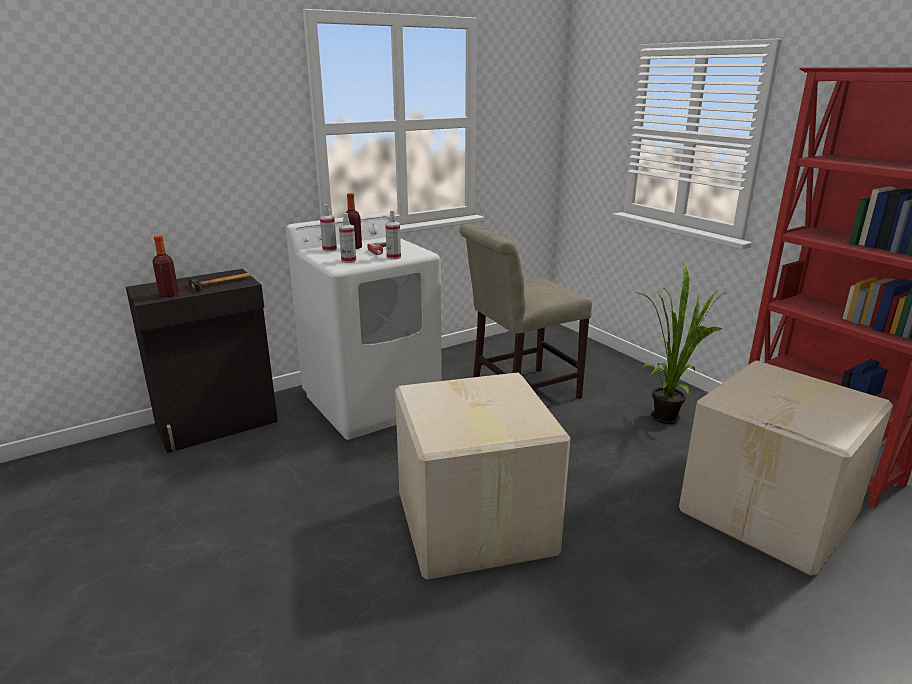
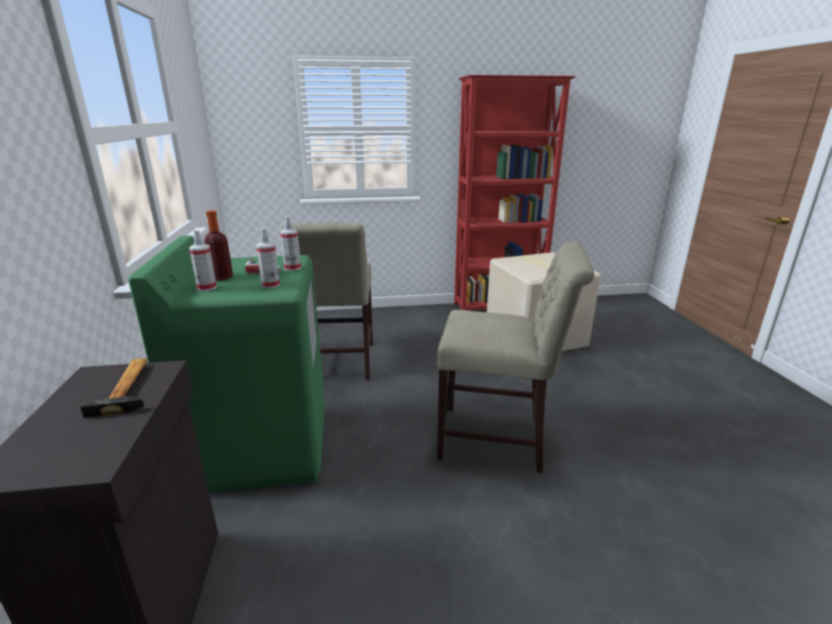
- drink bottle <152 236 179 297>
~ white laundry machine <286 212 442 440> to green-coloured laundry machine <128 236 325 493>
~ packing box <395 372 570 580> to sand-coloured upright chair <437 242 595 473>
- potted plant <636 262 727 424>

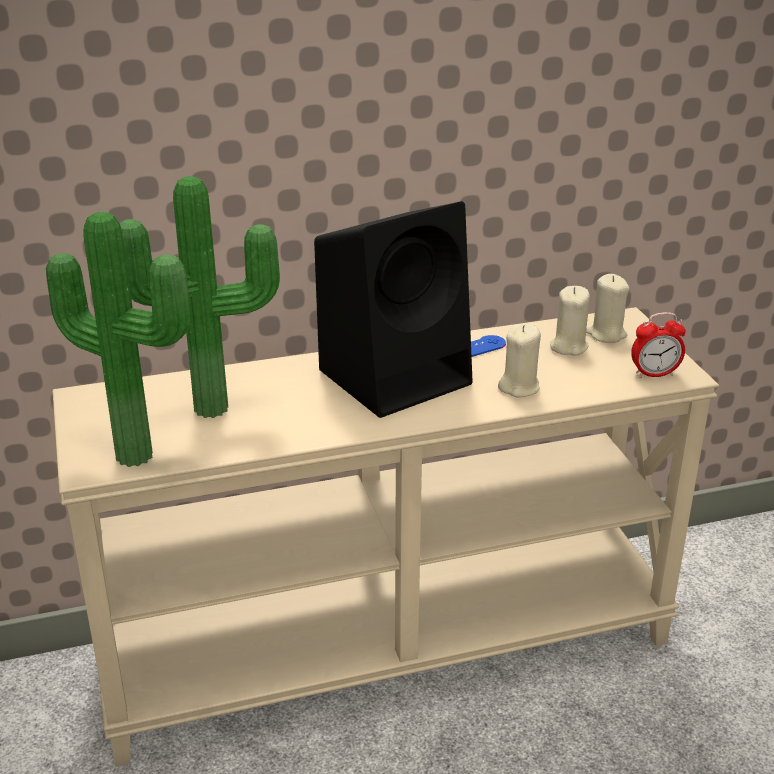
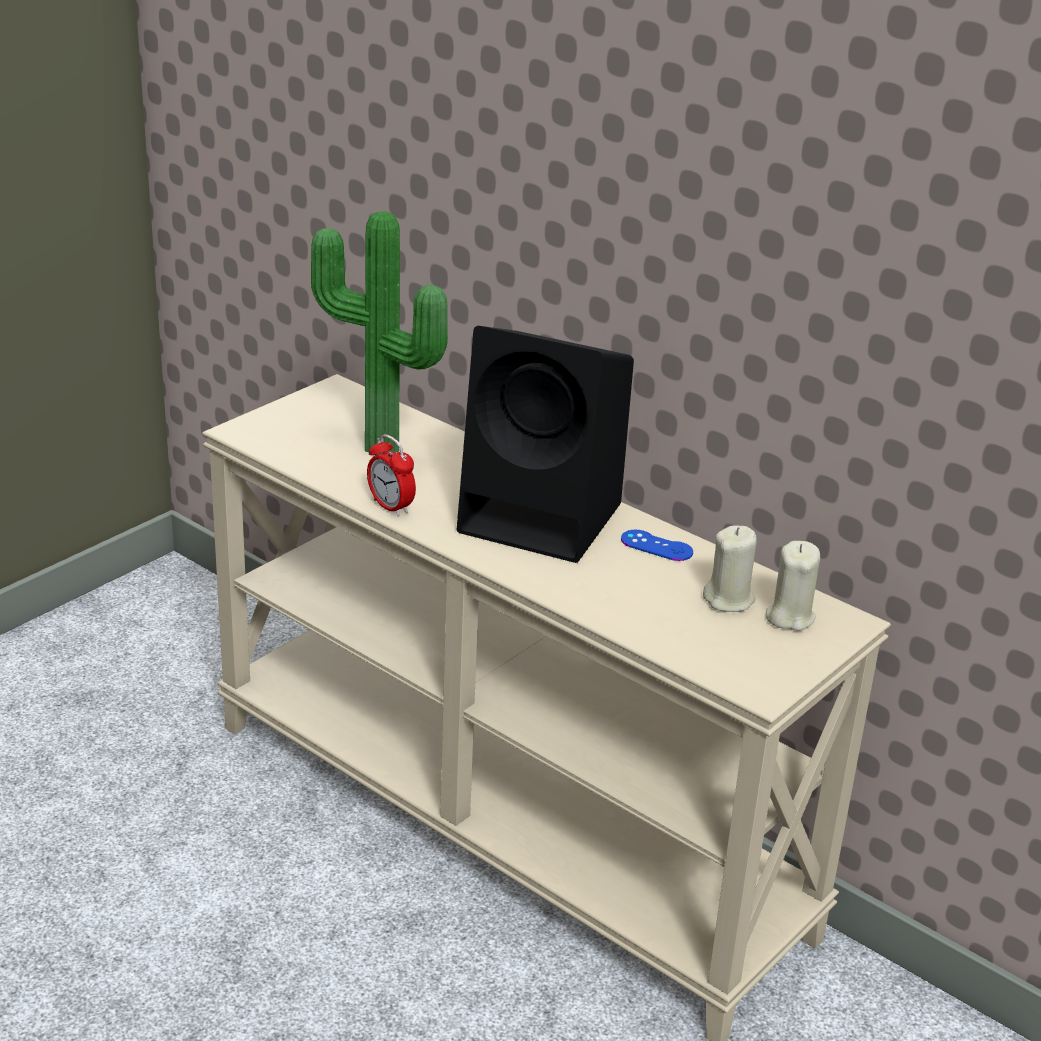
- potted plant <46 212 191 467>
- sand-coloured candle <498 323 541 397>
~ table clock <631 312 686 378> to <367 434 416 517>

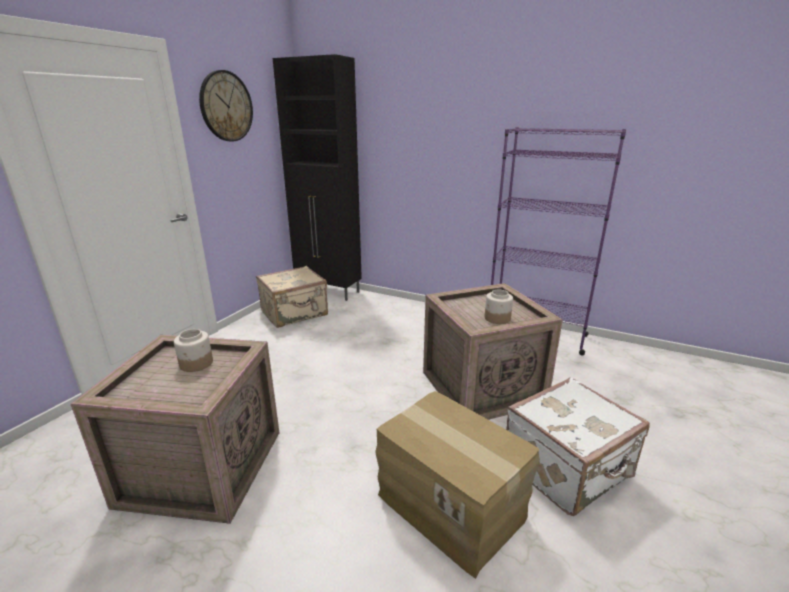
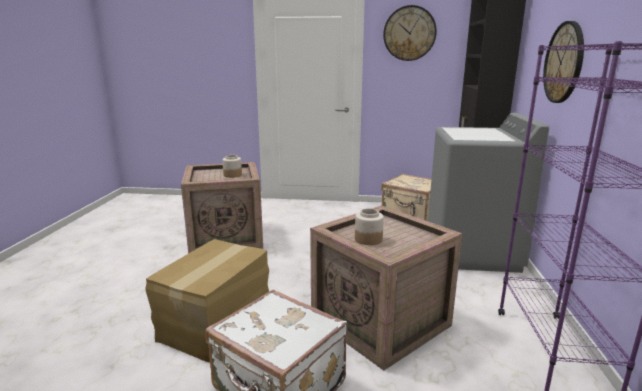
+ grey laundry machine <428 113 549 273>
+ clock on the wall <543 21 584 103>

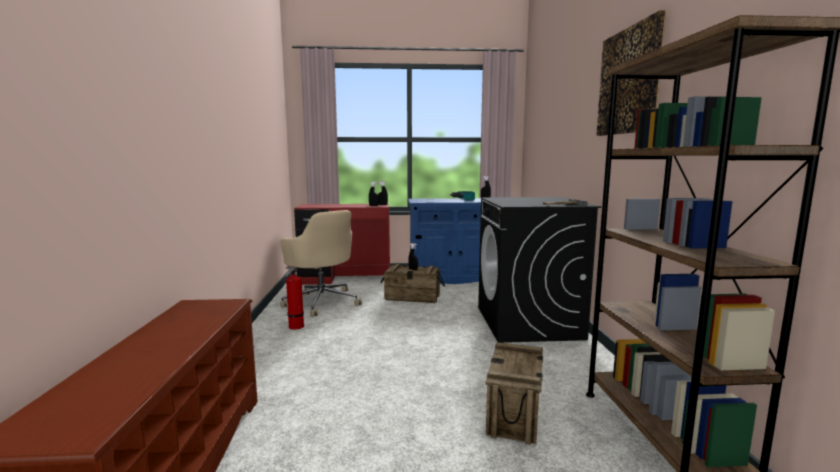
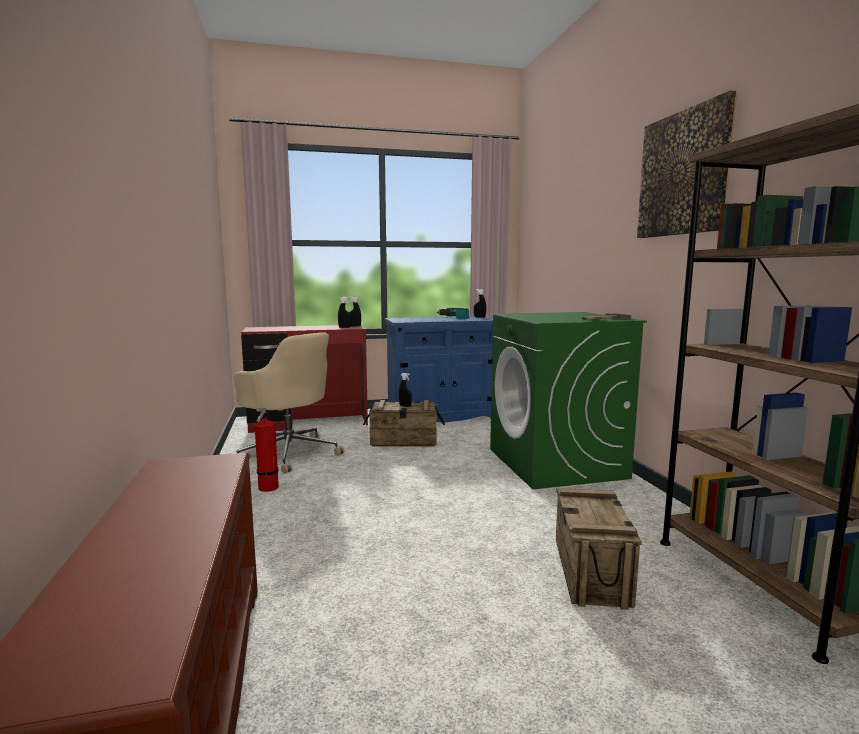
~ blackish laundry machine <478 197 601 343> to green-coloured laundry machine <490 312 647 489>

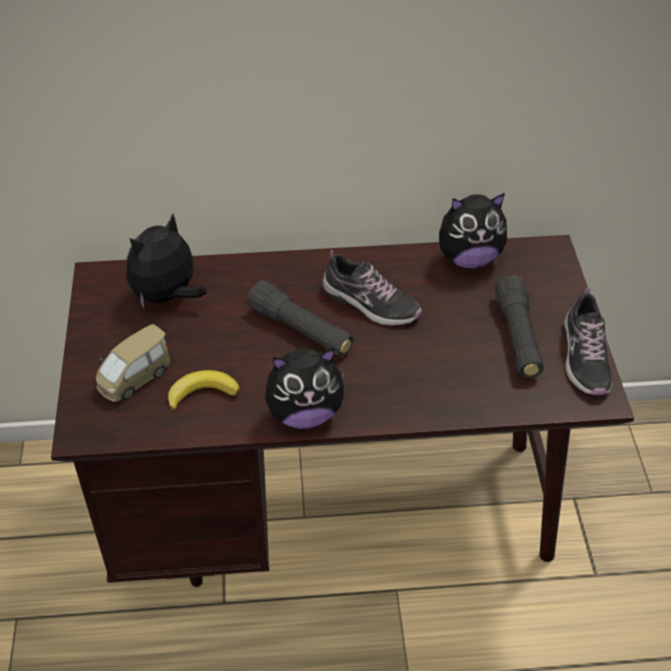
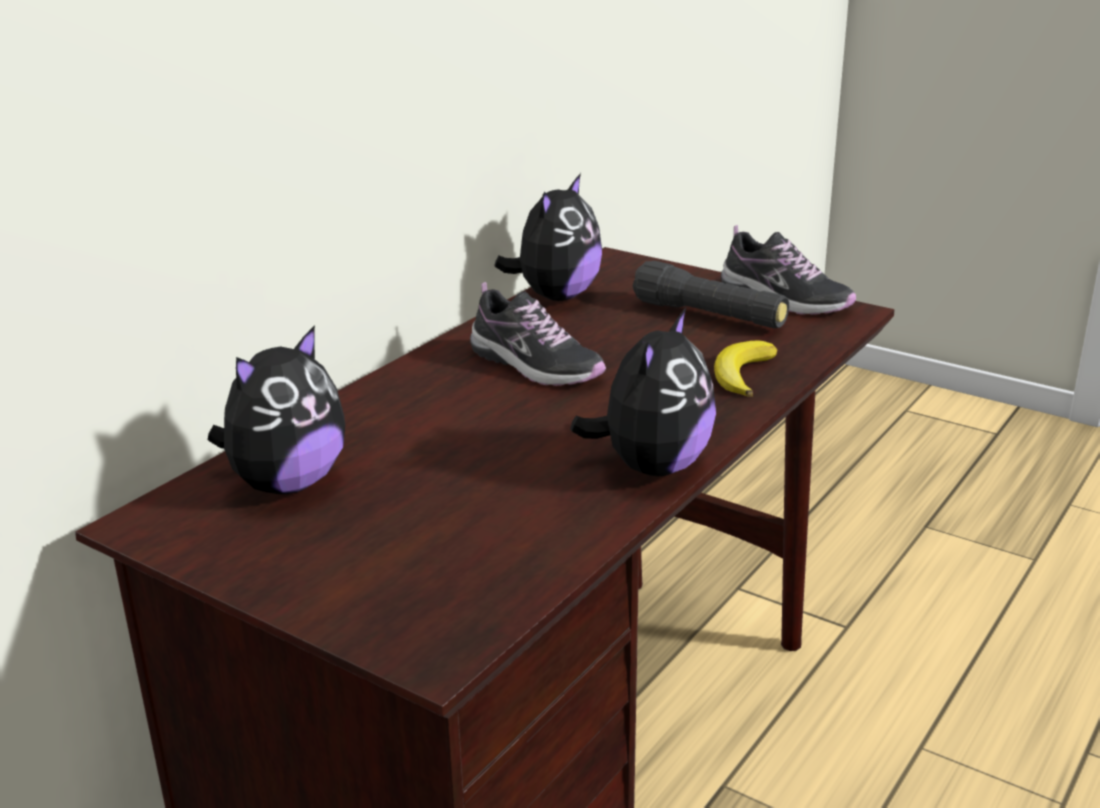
- toy car <96 324 170 402>
~ plush toy <126 214 207 309> = <208 325 345 494> 135 degrees counterclockwise
~ whole banana <168 370 240 411> to <714 341 778 397>
- blackish hand torch <247 280 354 357>
~ shoe <322 250 422 326> = <470 282 606 386> 60 degrees clockwise

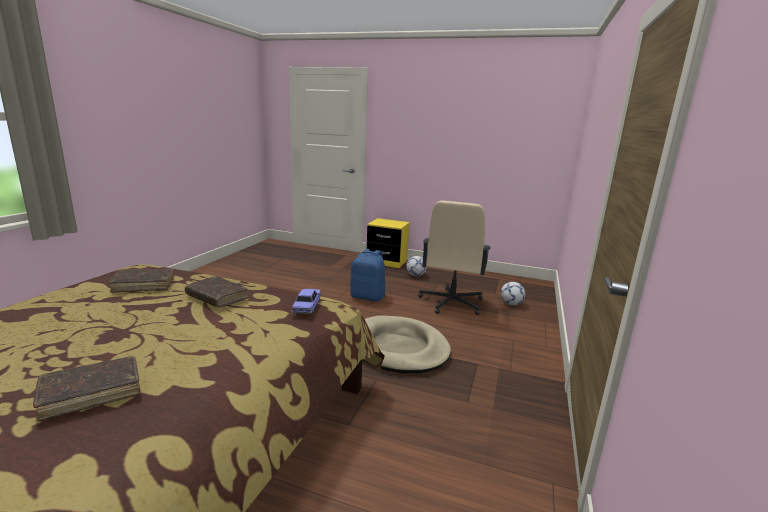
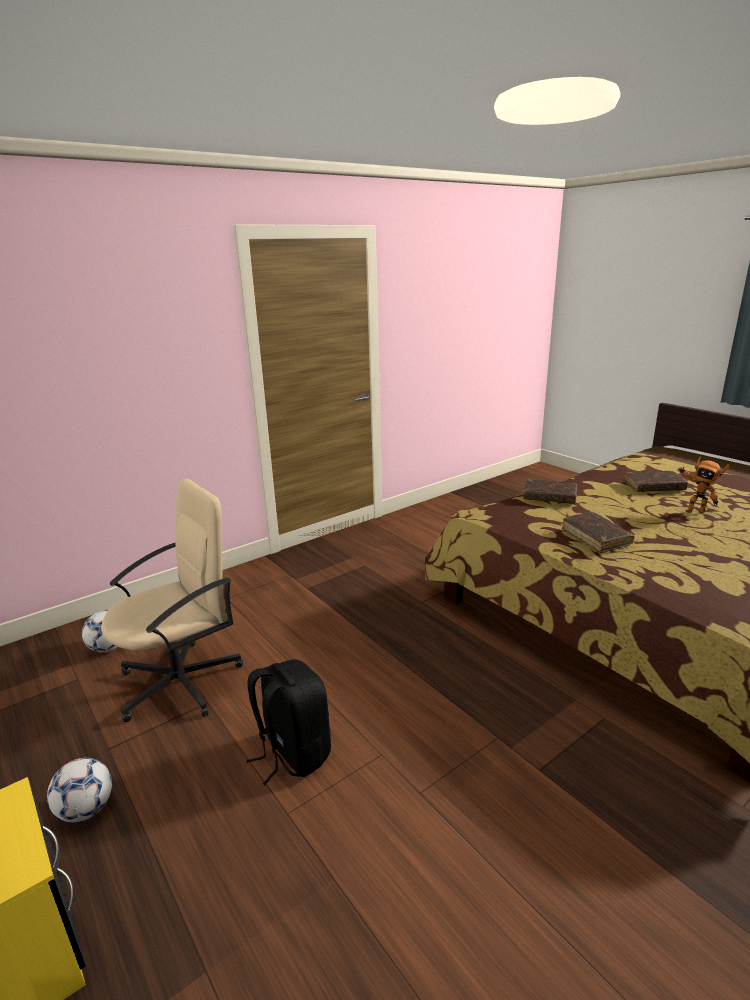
~ brownish book <109 269 174 293> to <523 479 577 503>
- toy car <291 289 321 314>
~ bluish backpack <350 249 385 302> to blackish backpack <246 659 331 785>
- sand-coloured dog cushion <362 316 451 373>
+ robot figure <679 456 730 513>

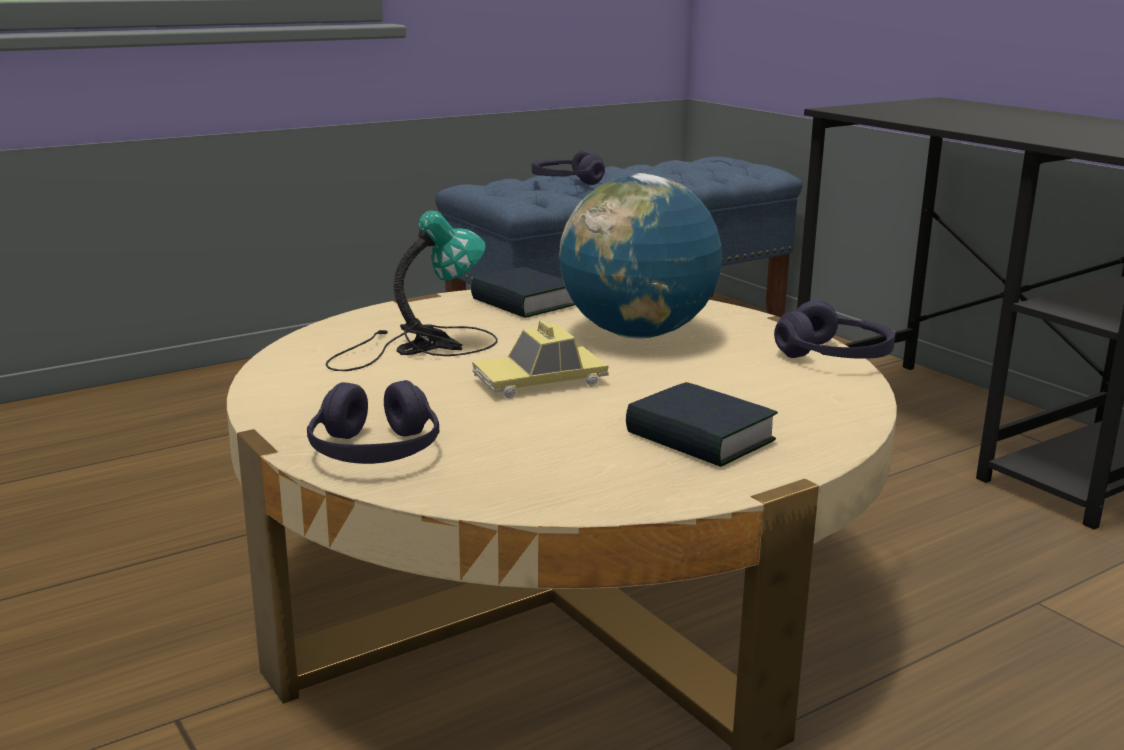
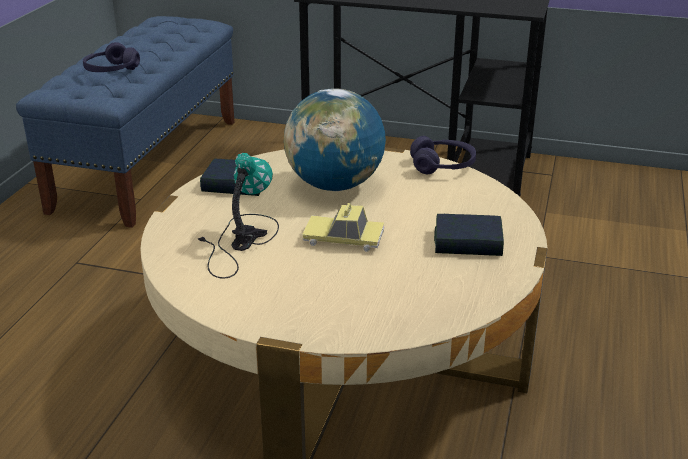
- purplish headset <307 380 439 464>
~ toy car <472 320 609 398> = <302 203 384 252> 75 degrees clockwise

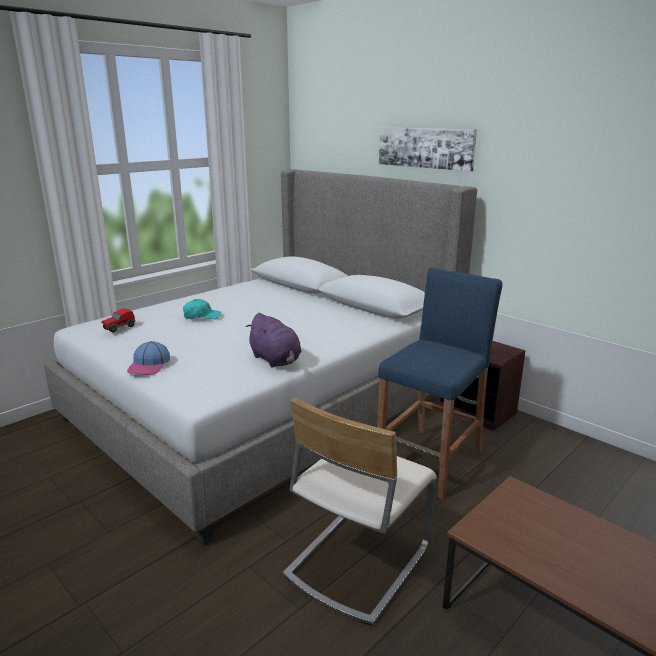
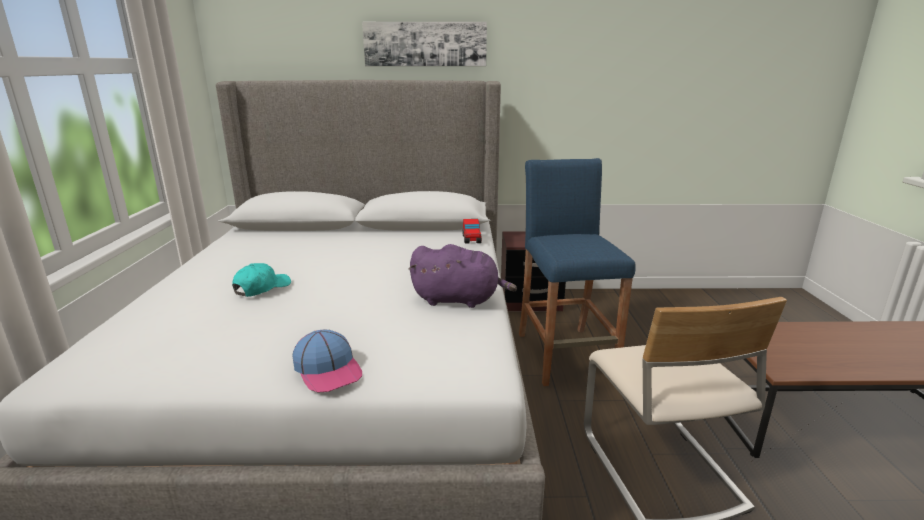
~ toy car <101 309 135 332> to <463 219 482 244>

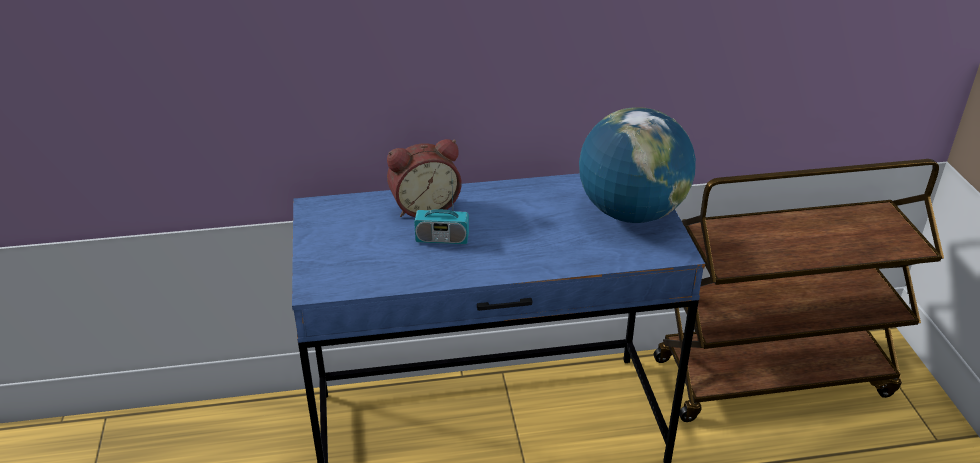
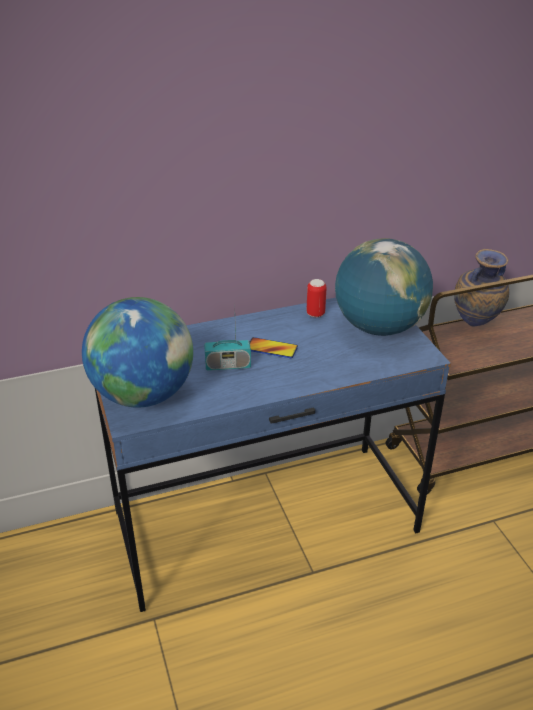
- table clock <387 139 462 217>
+ world globe <82 297 193 408>
+ phone <250 337 298 358>
+ metal can <306 279 327 318>
+ flower vase <454 249 509 326>

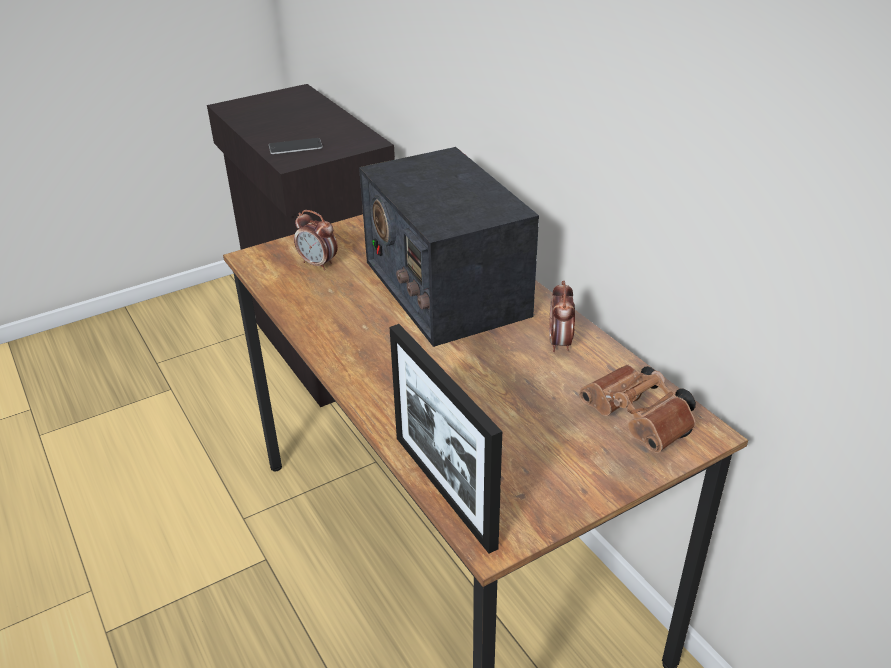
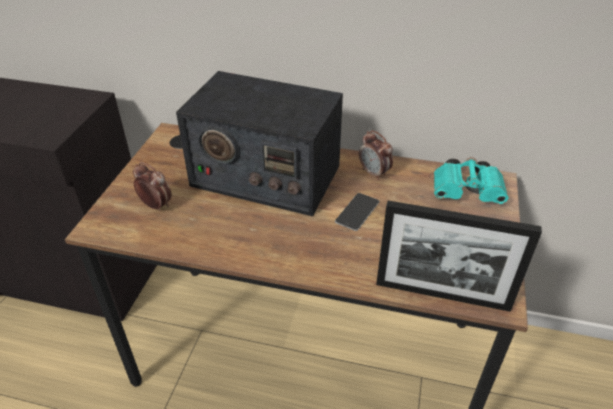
~ phone <269 138 323 154> to <335 193 379 231>
~ table clock <294 210 338 271> = <133 162 172 212> 135 degrees counterclockwise
~ brownish field glasses <579 365 696 453> to blue-green field glasses <434 157 508 204>

